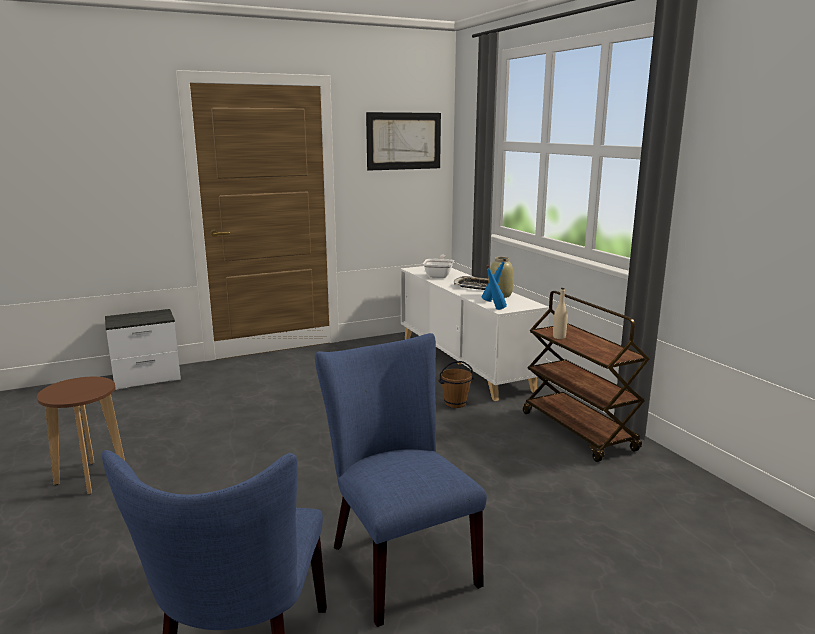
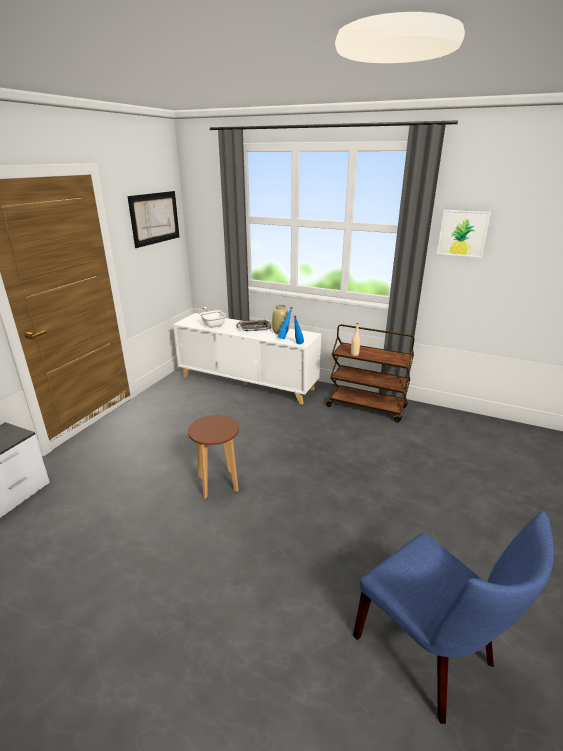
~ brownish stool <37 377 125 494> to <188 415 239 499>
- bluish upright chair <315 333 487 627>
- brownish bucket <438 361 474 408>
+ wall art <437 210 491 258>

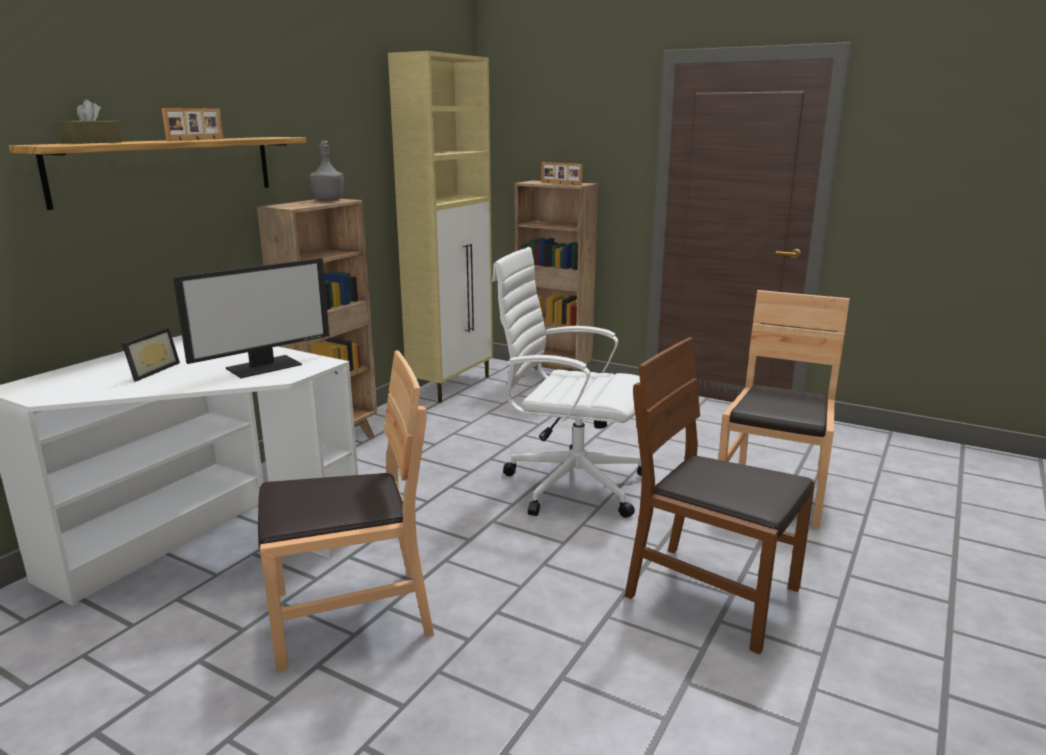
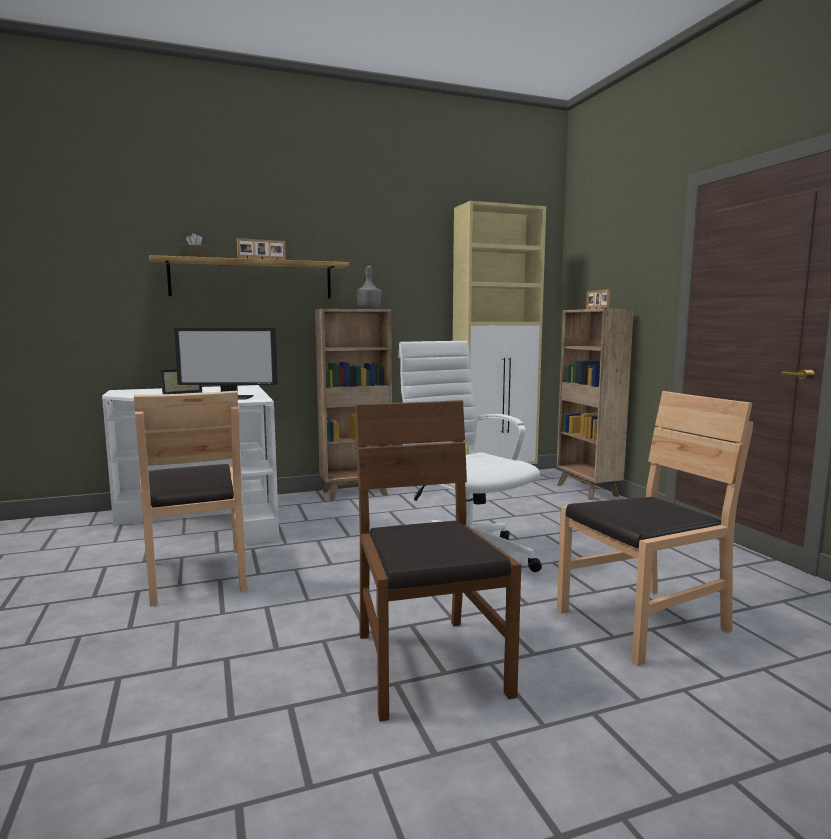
~ brownish upright chair <258 350 434 673> = <134 391 247 607> 45 degrees clockwise

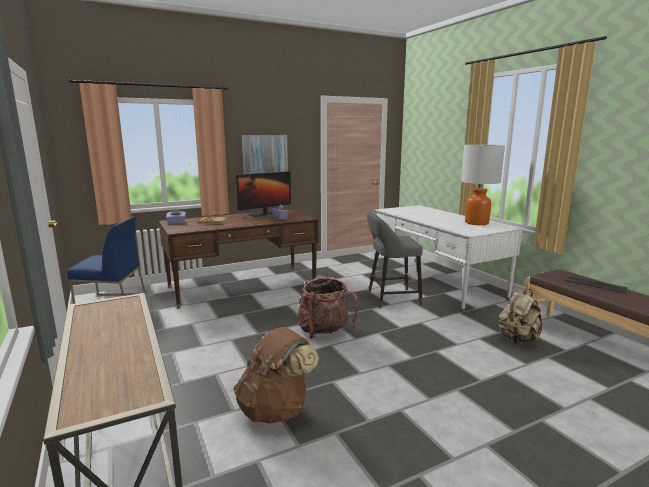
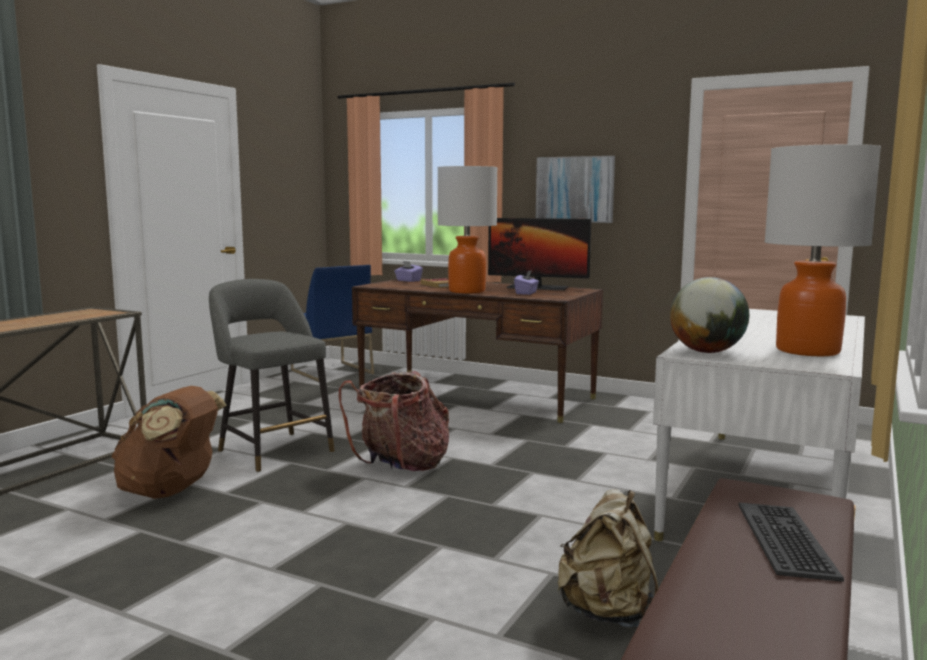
~ grey stool <367 211 423 308> to <209 279 335 472>
+ table lamp <438 166 498 293>
+ world globe <670 277 749 353>

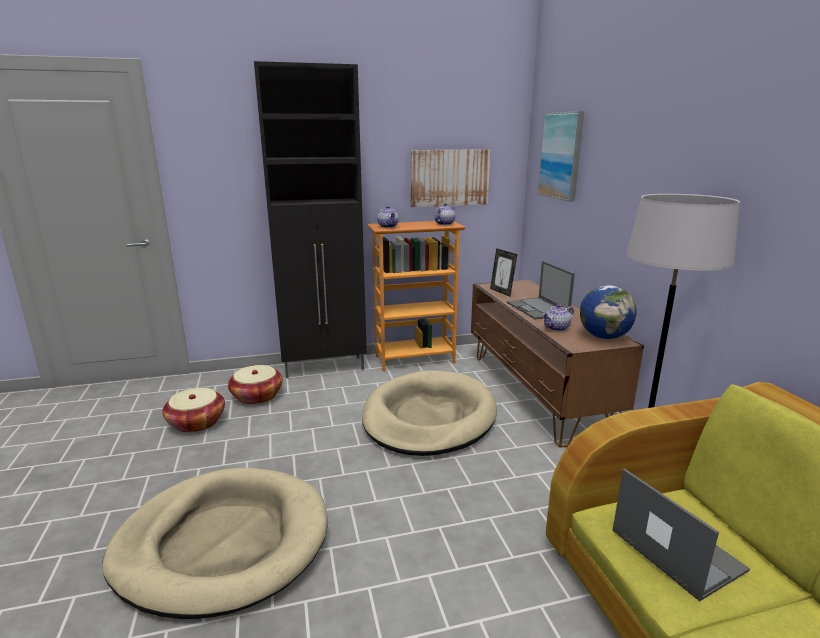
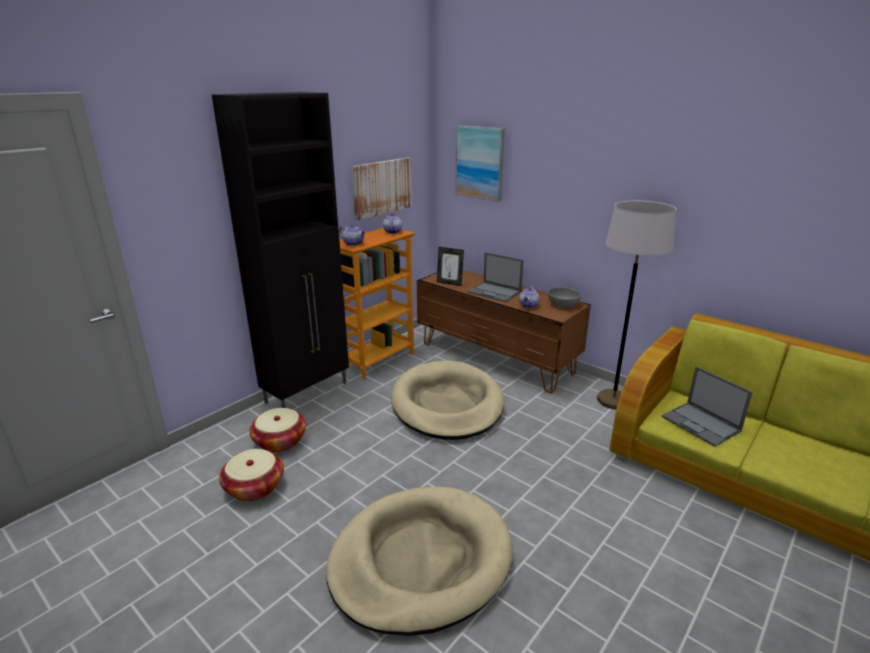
~ world globe <580 285 637 339> to grey bowl <548 287 581 308>
~ notebook computer <613 468 750 601> = <662 366 753 446> 150 degrees counterclockwise

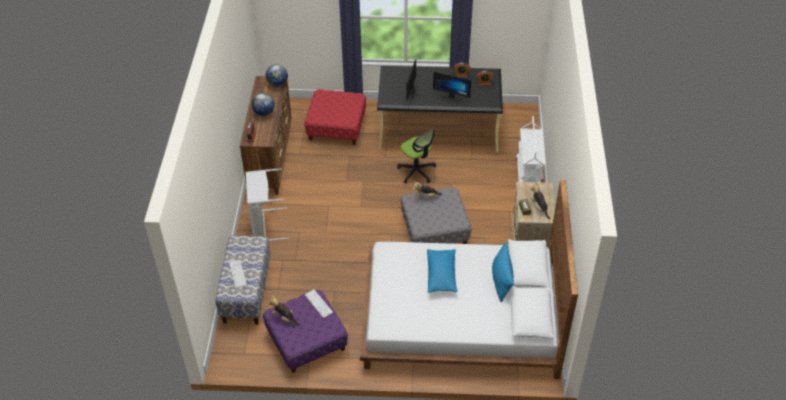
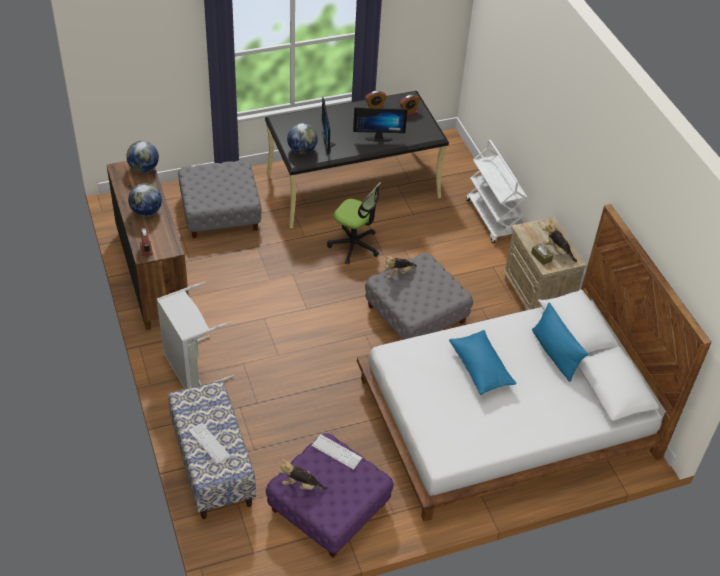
~ reddish pouffe <305 89 366 145> to grey pouffe <178 160 261 238>
+ world globe <287 123 318 154>

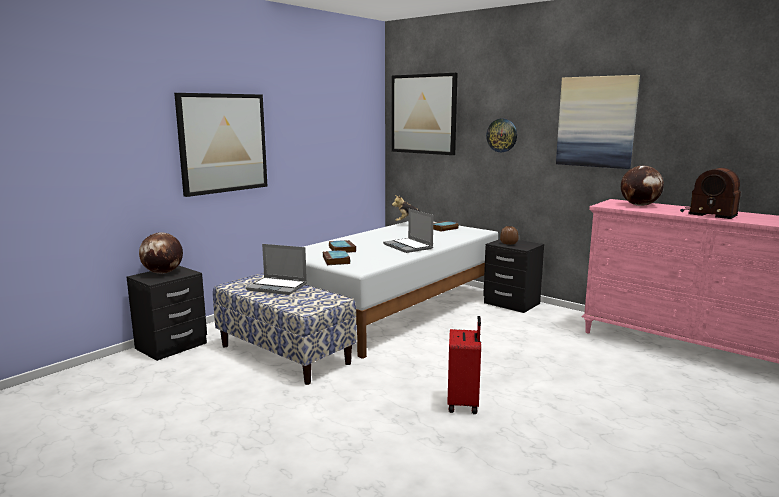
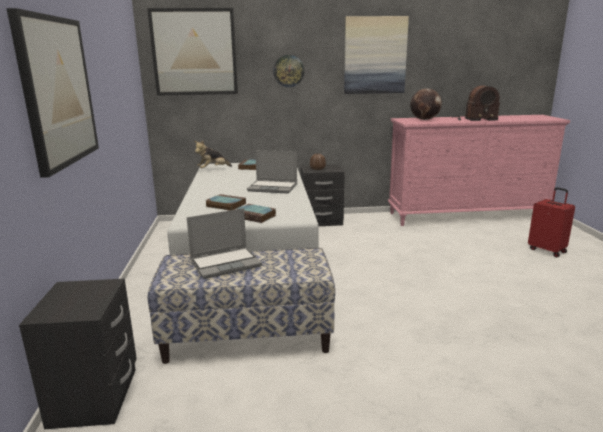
- world globe <139 232 183 274>
~ reddish travel case <447 316 481 414> to <528 187 575 257>

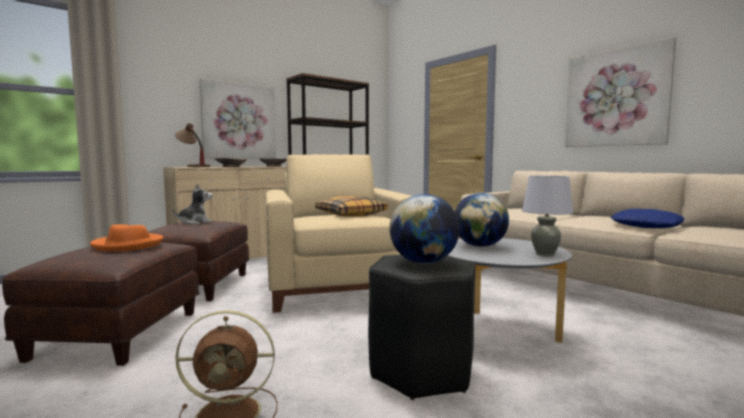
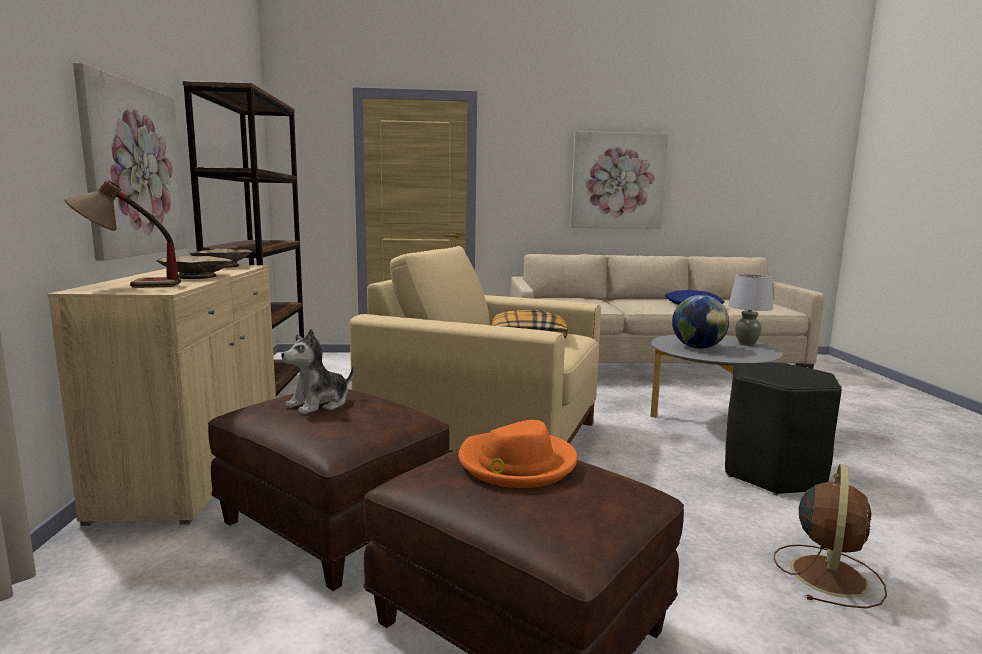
~ plush toy <172 184 213 224> = <281 329 354 414> 135 degrees counterclockwise
- world globe <389 194 460 264>

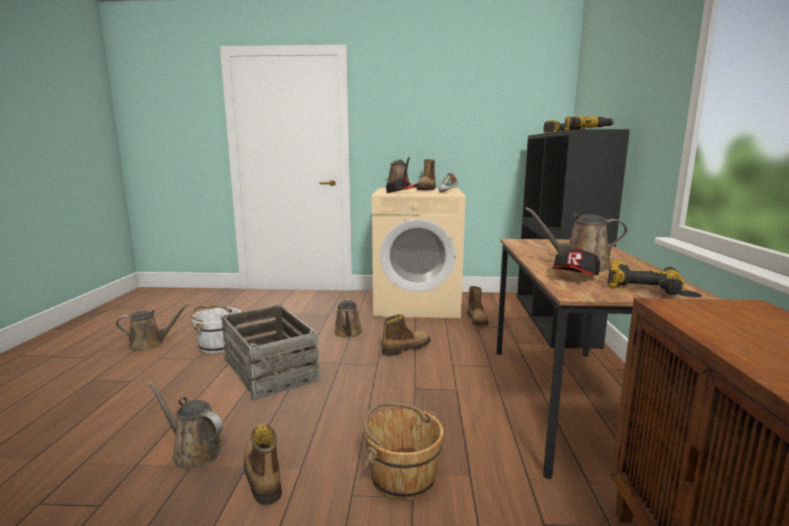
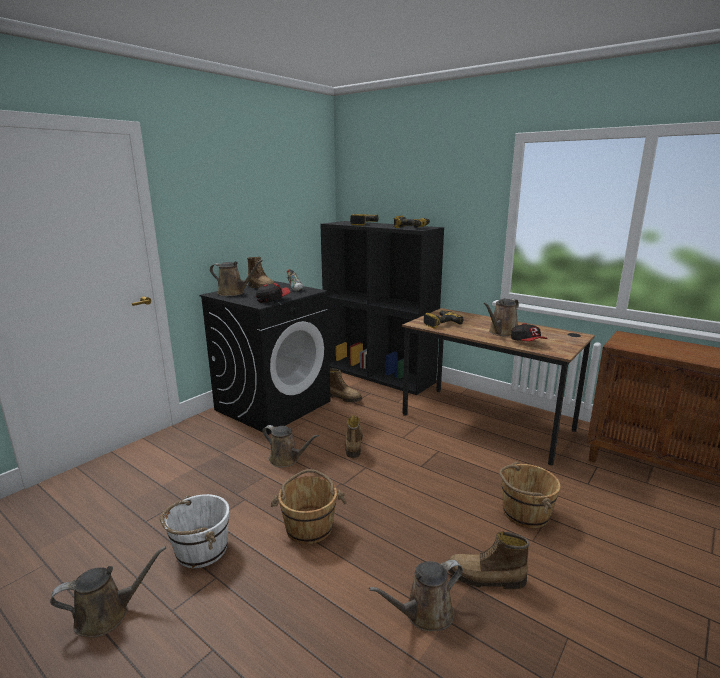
~ brownish watering can <116 304 189 351> = <50 546 166 638> 45 degrees clockwise
~ packing crate <221 304 320 400> to brownish bucket <270 469 347 544>
~ sand-coloured laundry machine <372 188 466 318> to blackish laundry machine <199 281 331 435>
~ power drill <607 259 684 295> to <424 310 464 328>

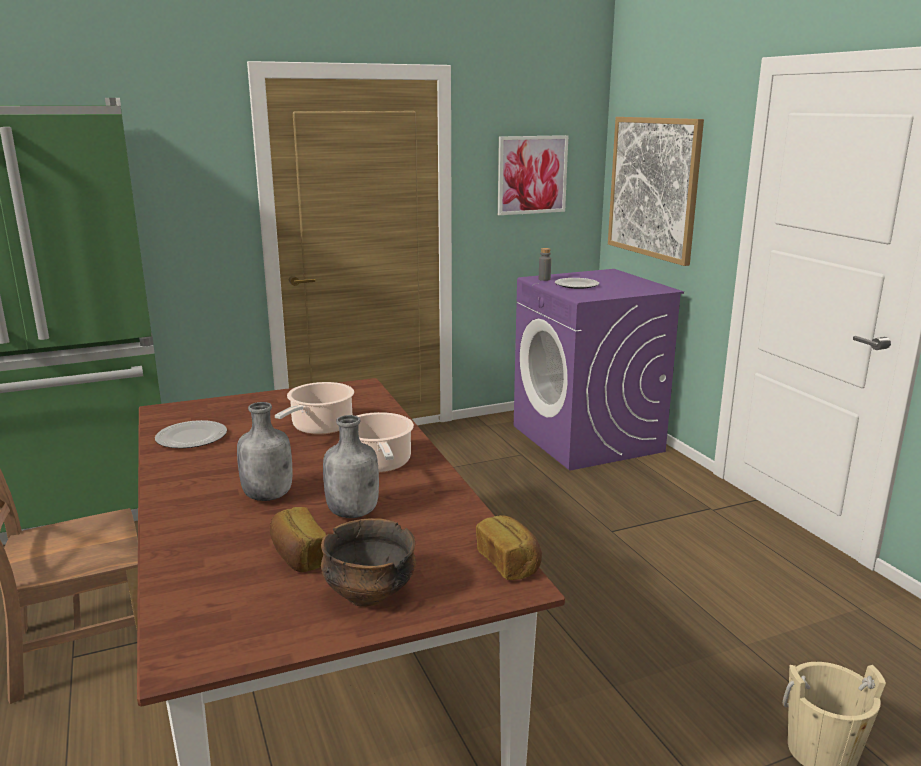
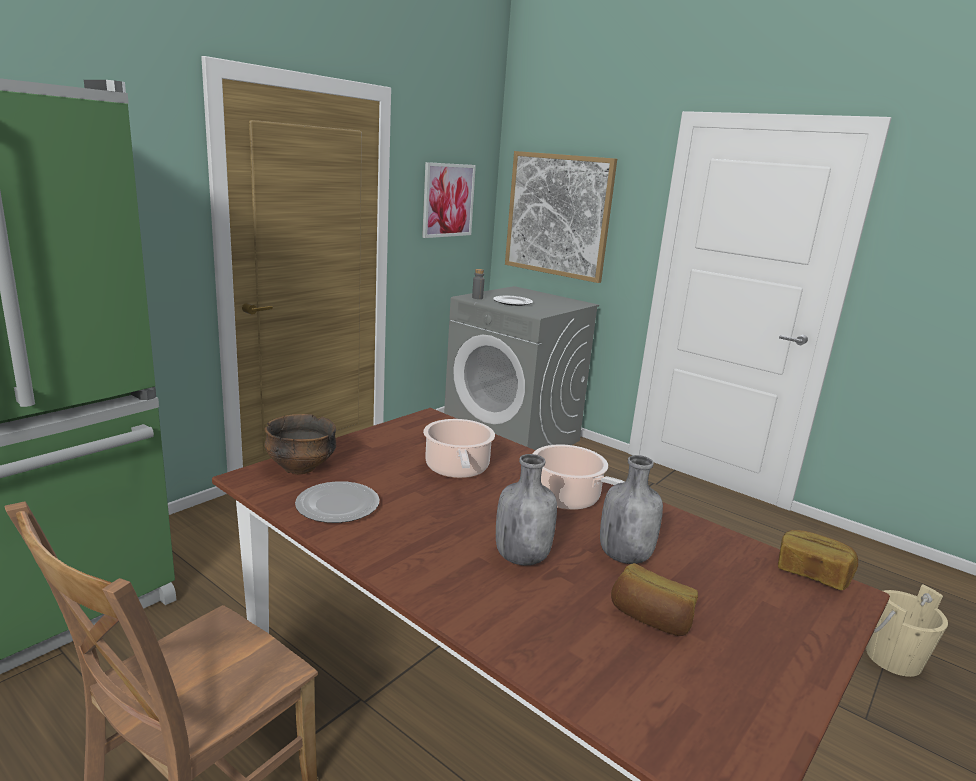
~ bowl <321 518 416 607> to <264 414 336 475>
~ purplish laundry machine <514 269 684 471> to grey laundry machine <444 286 599 450>

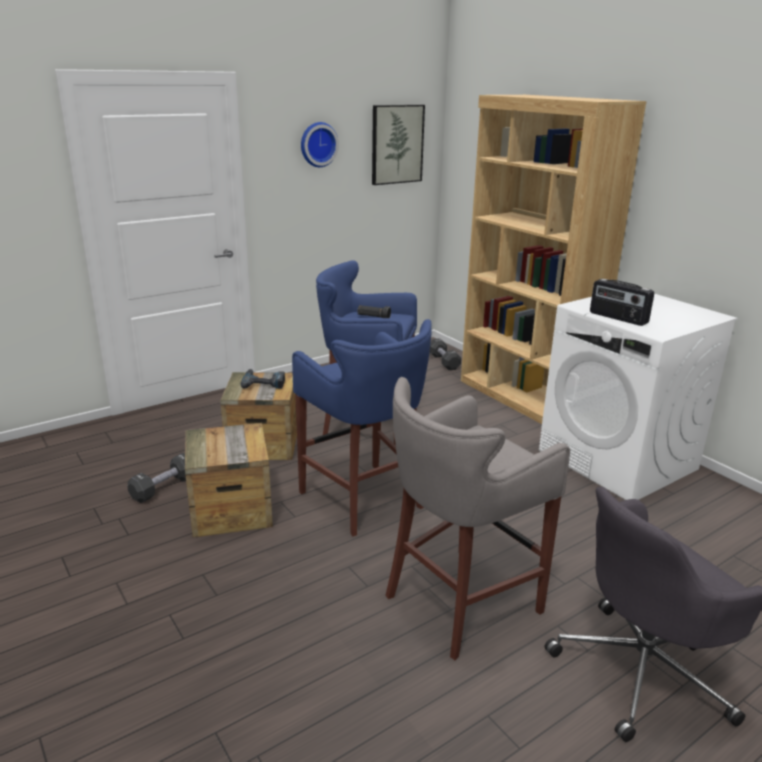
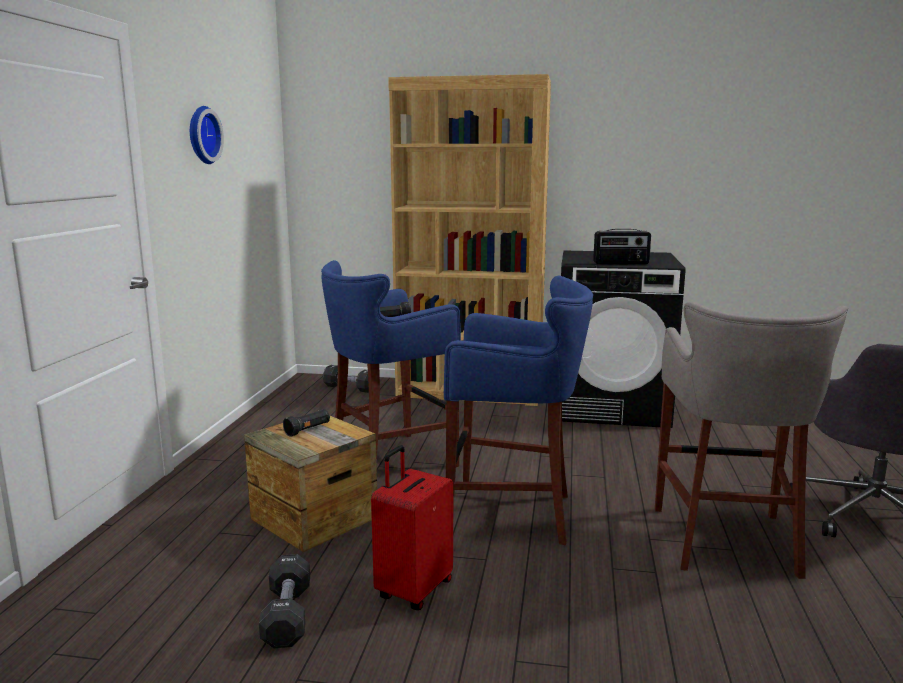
~ packing crate <185 423 273 537> to reddish travel case <371 445 453 610>
~ power drill <240 369 285 389> to blackish hand torch <283 409 330 437>
- wall art <372 105 425 185>
~ white laundry machine <539 294 738 500> to blackish laundry machine <561 250 686 428>

